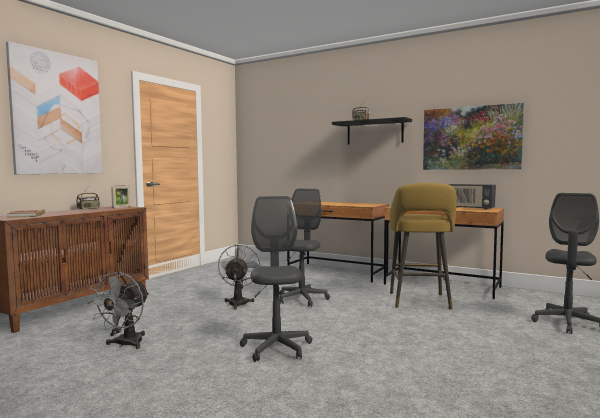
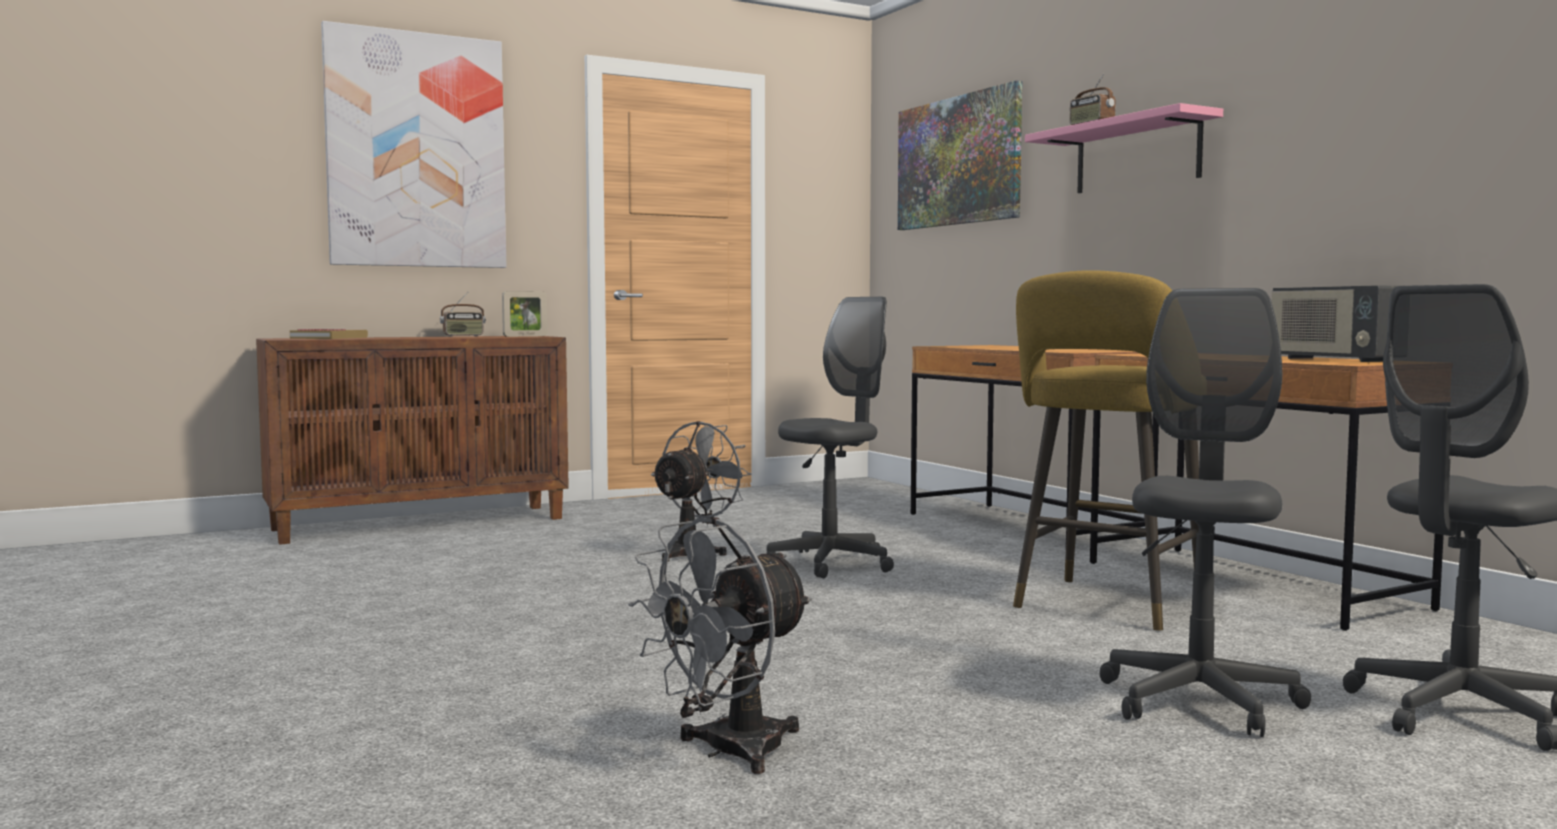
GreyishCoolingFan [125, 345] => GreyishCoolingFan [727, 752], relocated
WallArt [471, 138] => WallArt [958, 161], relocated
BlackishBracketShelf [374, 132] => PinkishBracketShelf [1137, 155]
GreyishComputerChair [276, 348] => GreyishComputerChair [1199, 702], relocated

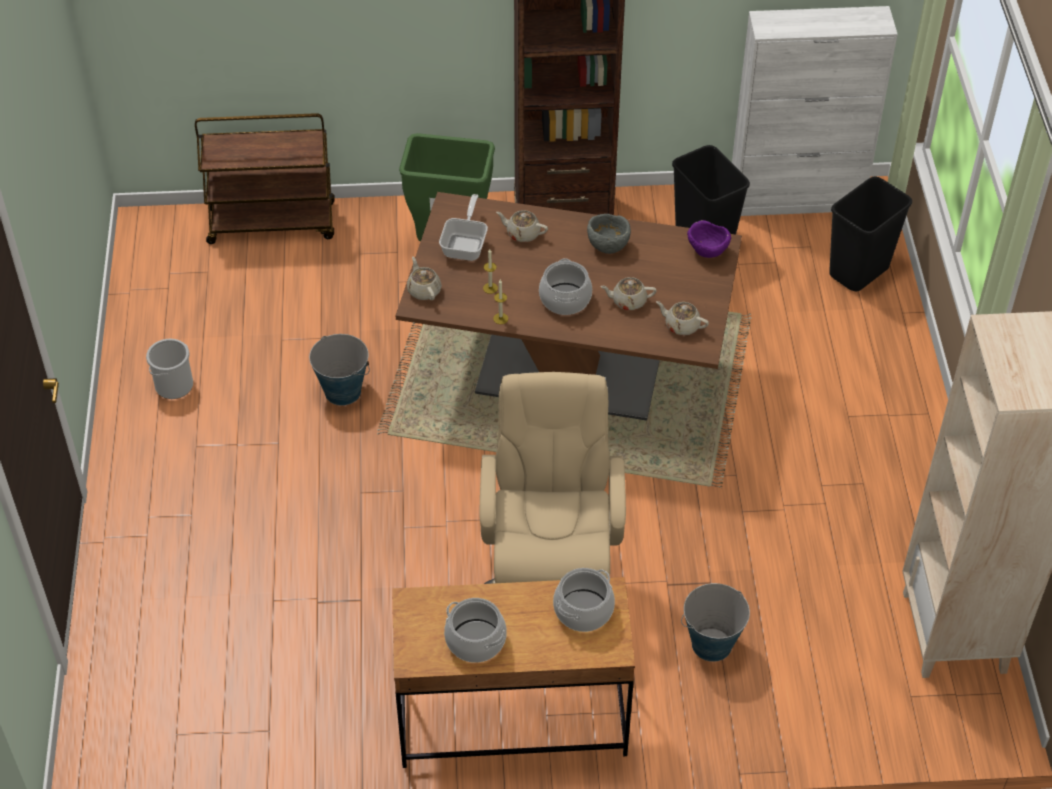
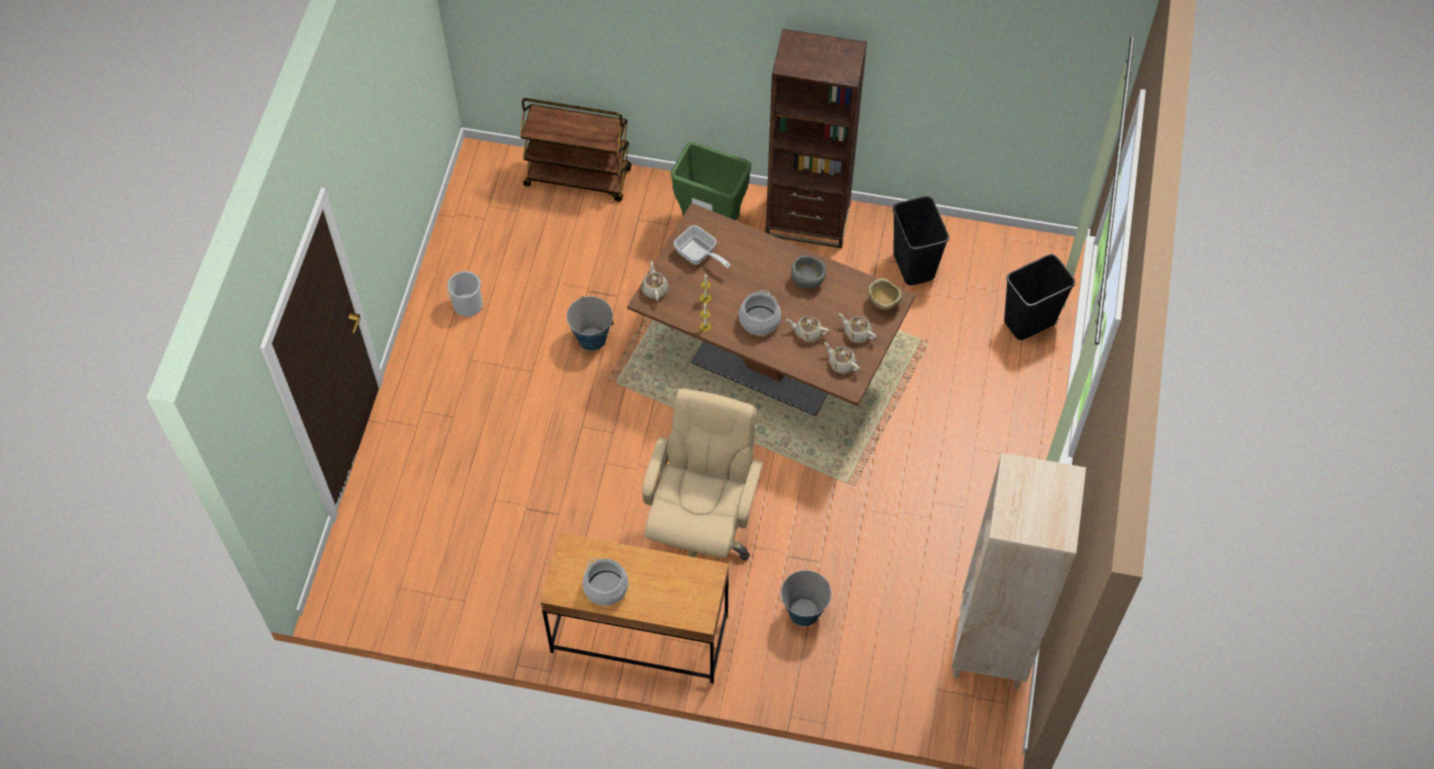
Skillet [466, 244] => Skillet [699, 255], 105 degrees clockwise
SandColouredTeaPot [522, 233] => SandColouredTeaPot [856, 333], relocated
PurpleColouredBowl [707, 252] => SandColouredBowl [883, 303]
Saucepot [583, 611] => nothing
WhitishCabinet [796, 199] => nothing

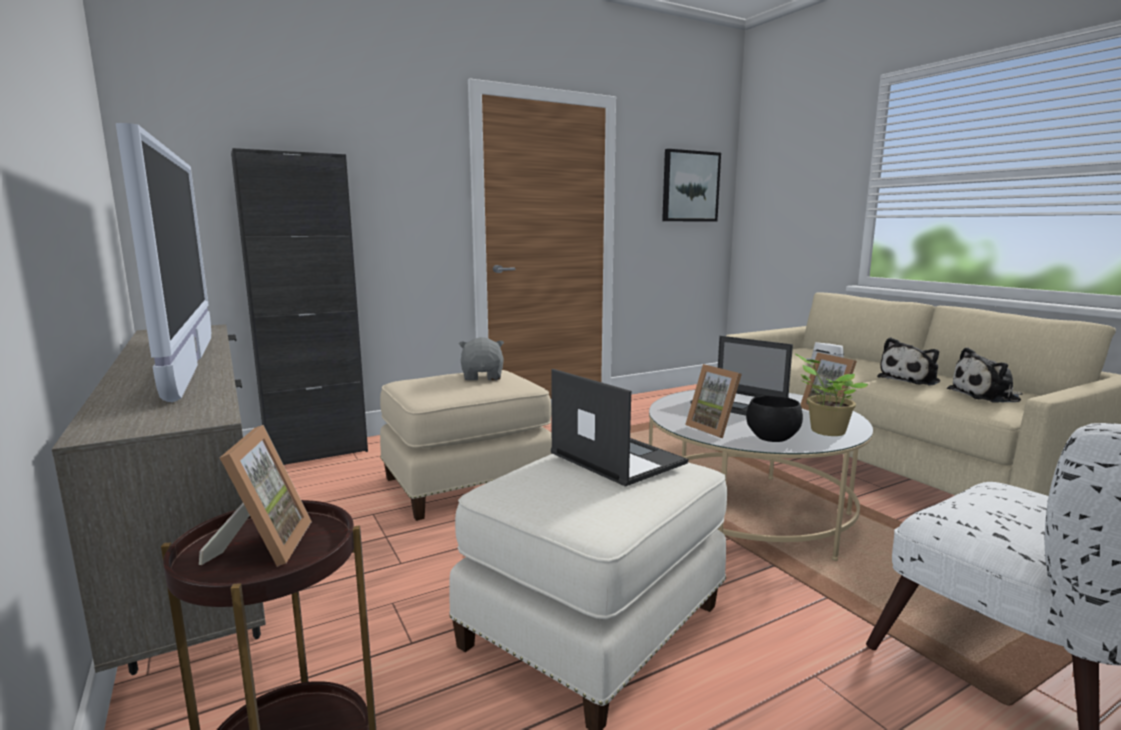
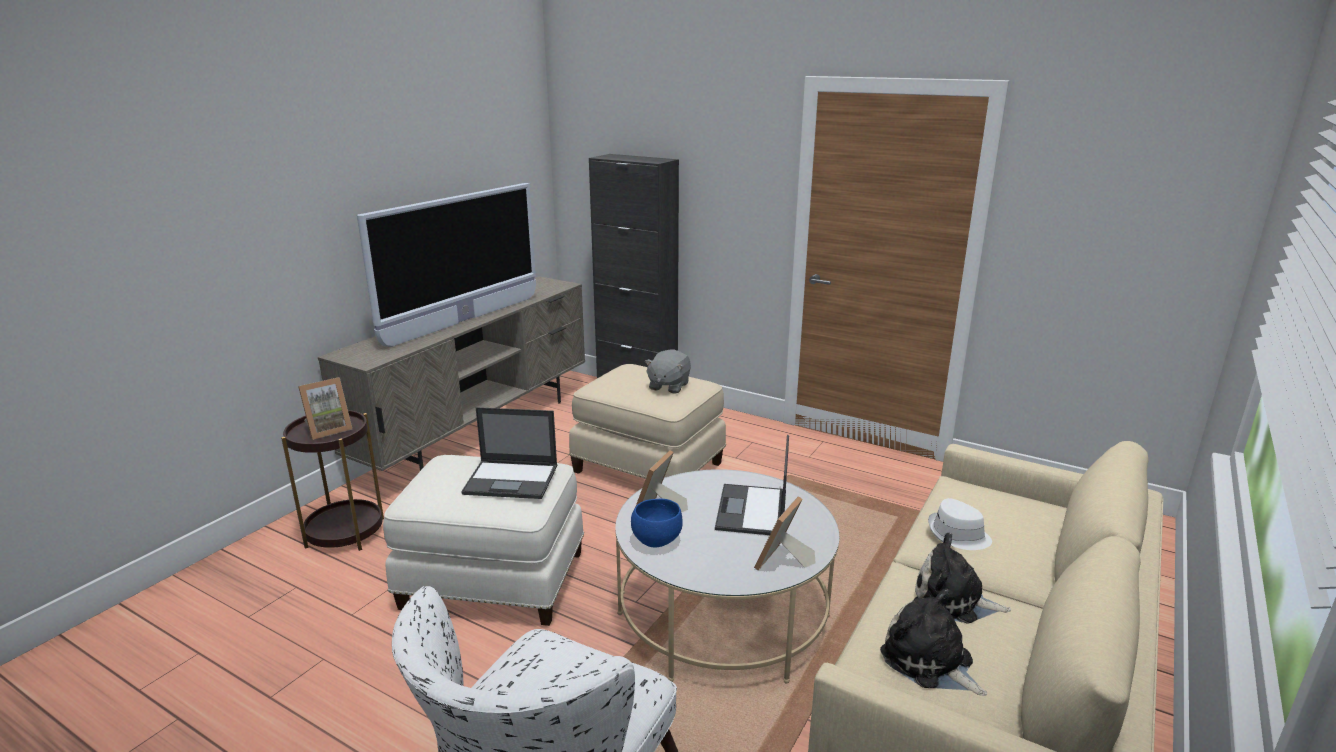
NotebookComputer [615, 457] => NotebookComputer [512, 480], 75 degrees clockwise
BlackishBowl [770, 438] => BlueBowl [656, 540]
GreyishCuddlyToy [483, 377] => GreyishCuddlyToy [668, 386], 150 degrees clockwise
WallArt [690, 186] => nothing
PlantInAPot [824, 431] => nothing

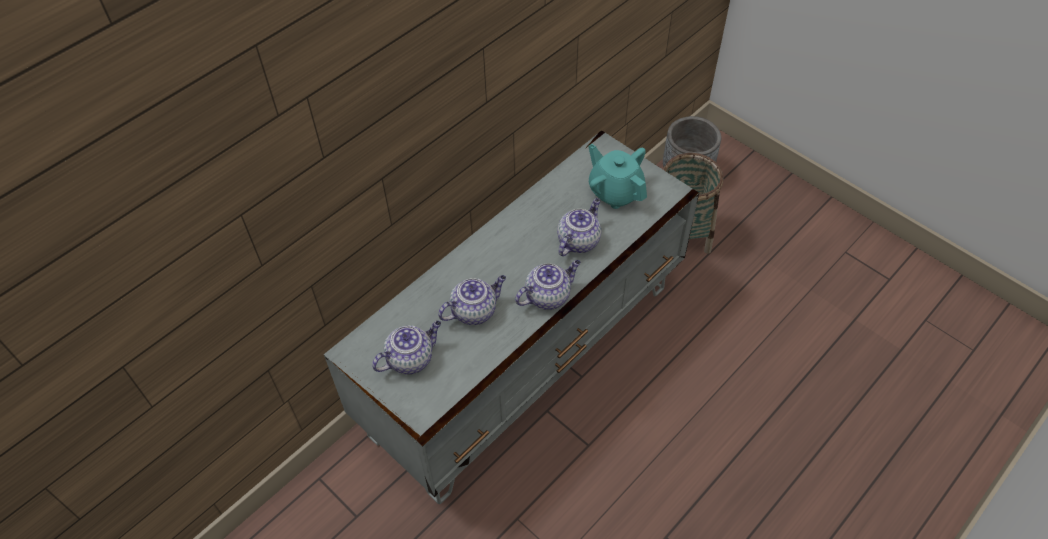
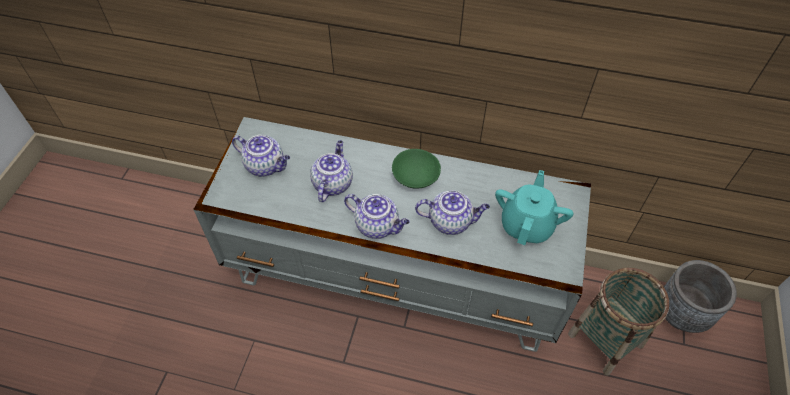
TeaPot [474, 310] => TeaPot [332, 183], 105 degrees counterclockwise
nothing => GreenColouredBowl [416, 175]

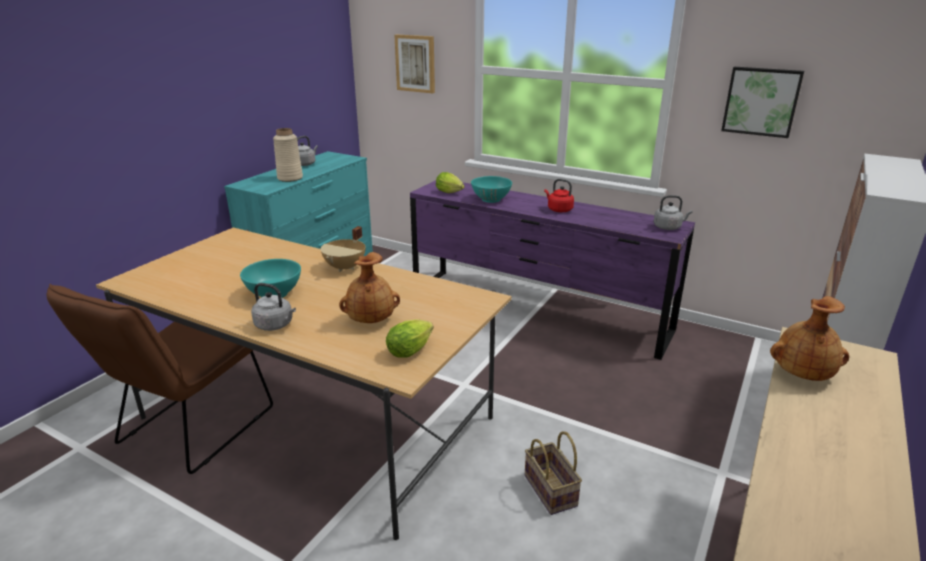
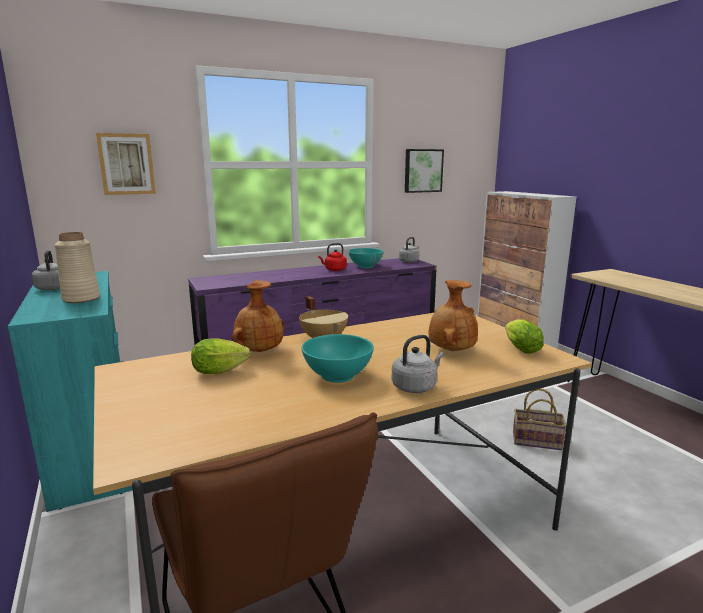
HeadOfLettuce [450, 193] => HeadOfLettuce [222, 371], relocated
BrownColouredFlowerVase [801, 374] => BrownColouredFlowerVase [259, 351], relocated
TurquoiseBowl [491, 199] => TurquoiseBowl [365, 266], relocated

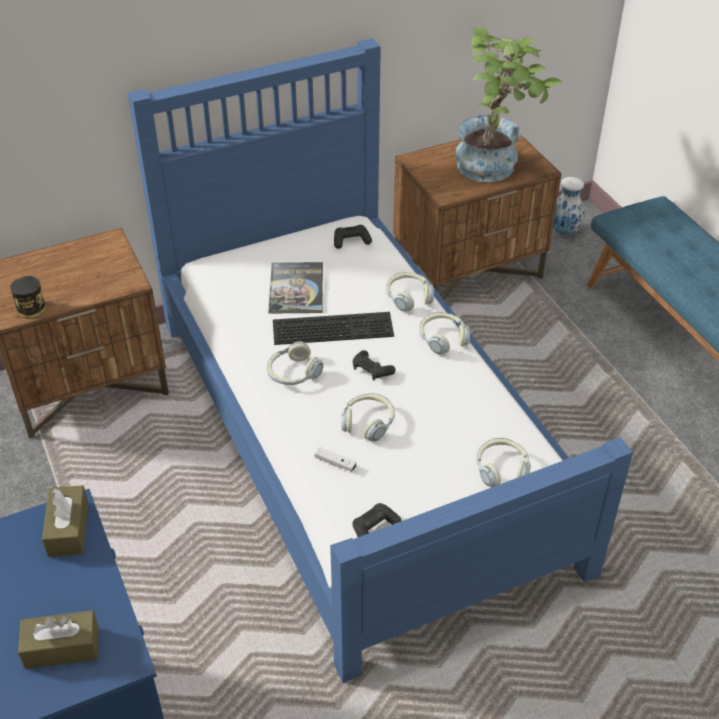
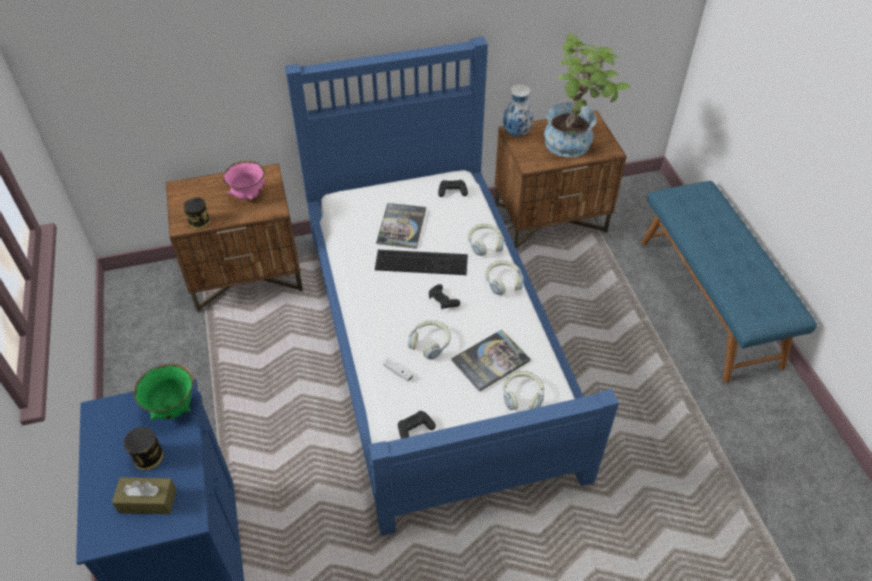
nothing => SealedCan [148, 457]
BrownColouredTissueBox [68, 529] => GreenColouredBowl [173, 409]
nothing => PinkishBowl [249, 195]
nothing => Book [490, 361]
FlowerVase [565, 231] => FlowerVase [517, 133], relocated
Headphones [293, 373] => nothing

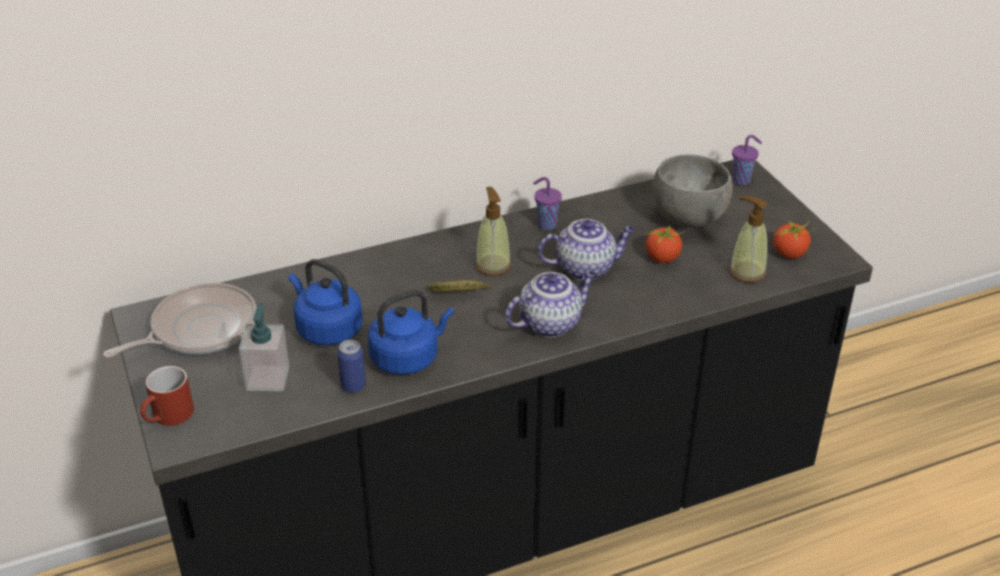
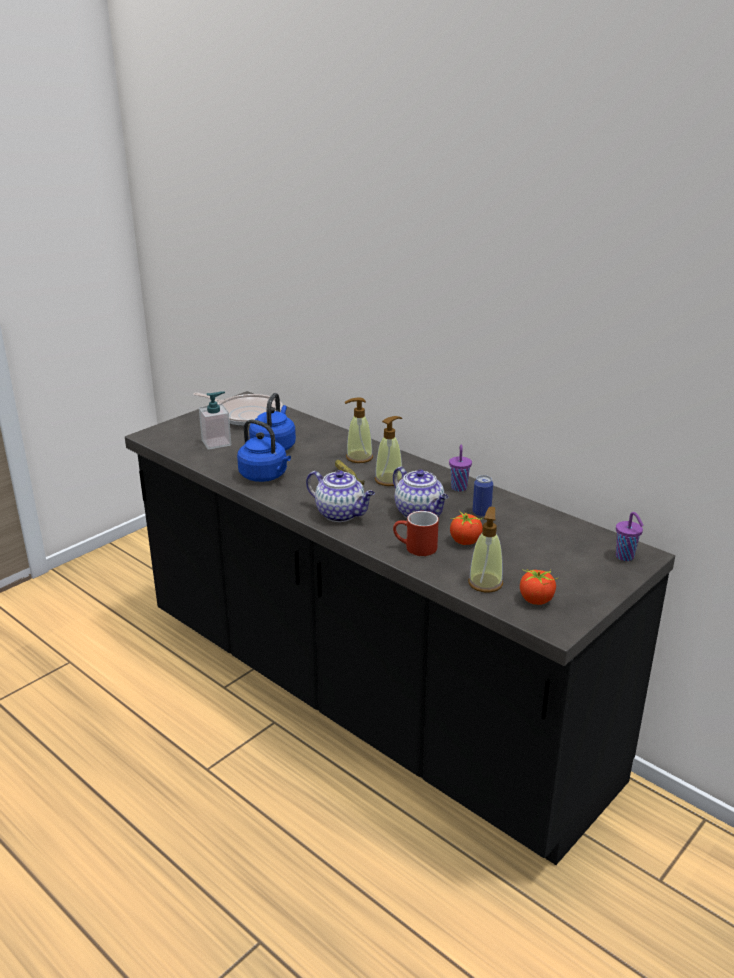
nothing => SoapBottle [359, 457]
RedColouredTeaMug [169, 418] => RedColouredTeaMug [415, 548], relocated
SealedCan [353, 386] => SealedCan [481, 512], relocated
GreyishBowl [689, 219] => nothing

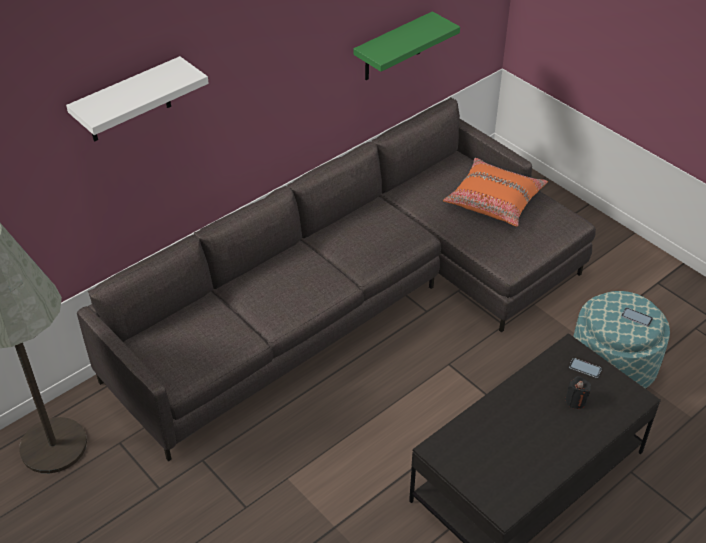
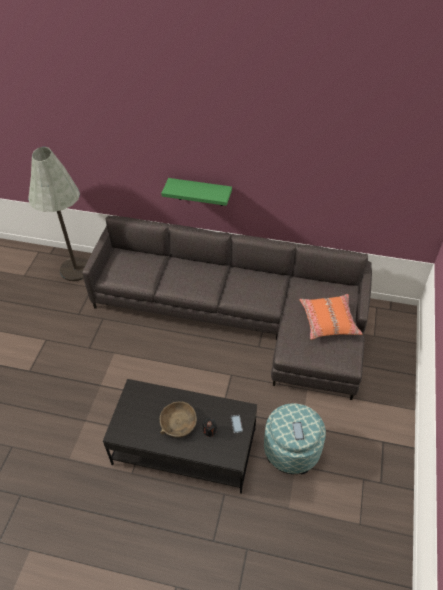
nothing => BrownColouredBowl [178, 423]
GreenColouredBracketShelf [393, 47] => GreenColouredBracketShelf [200, 192], relocated
WhitishBracketShelf [128, 101] => nothing

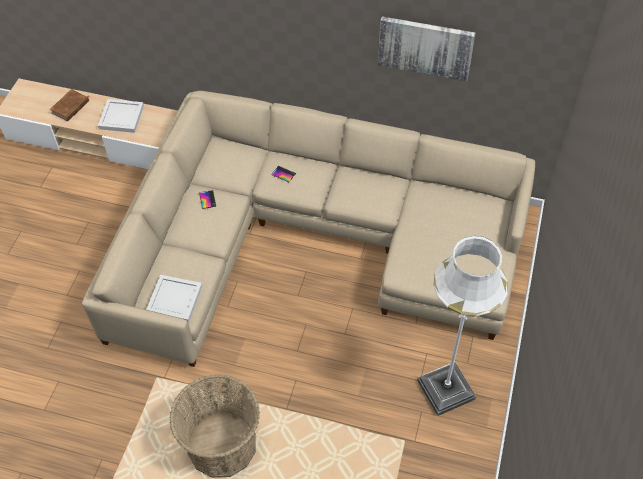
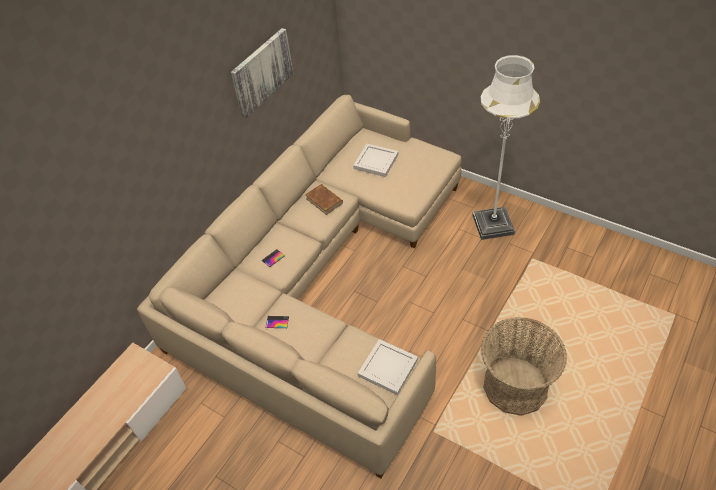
BrownColouredBook [70, 107] => BrownColouredBook [324, 201], relocated
WhitishServingTray [122, 117] => WhitishServingTray [375, 161], relocated

